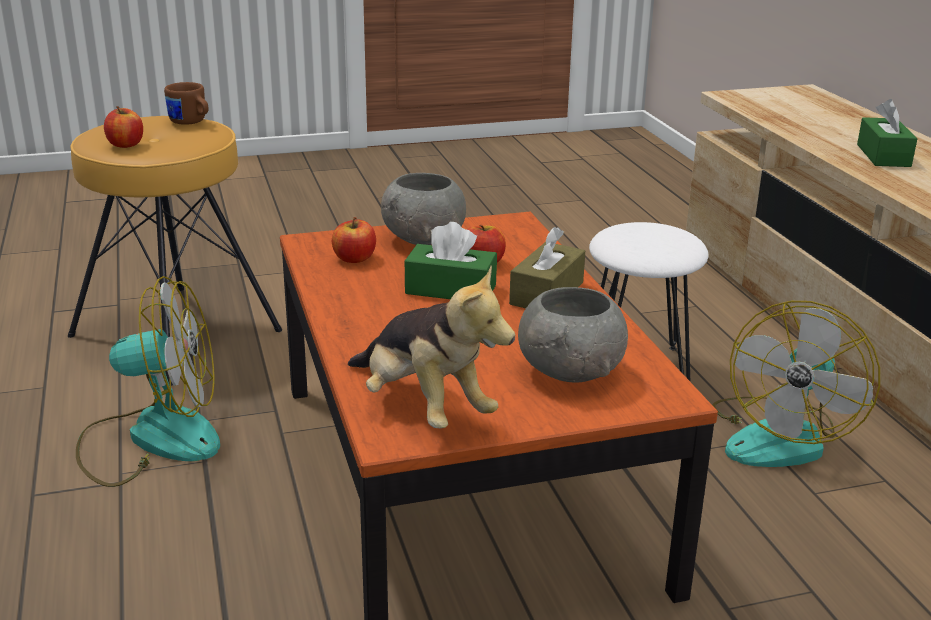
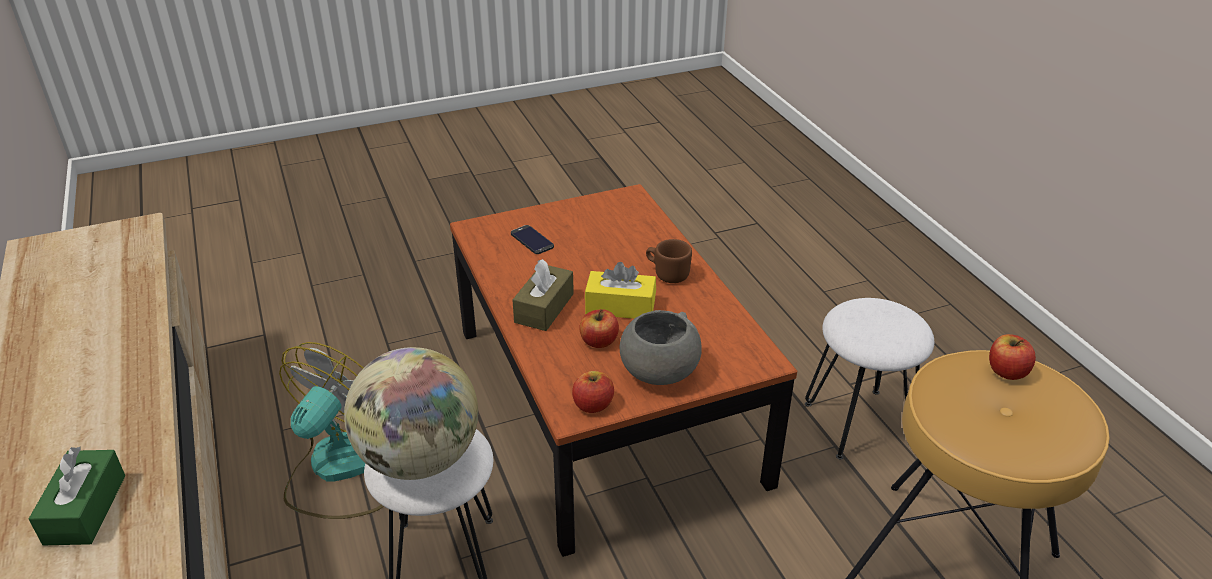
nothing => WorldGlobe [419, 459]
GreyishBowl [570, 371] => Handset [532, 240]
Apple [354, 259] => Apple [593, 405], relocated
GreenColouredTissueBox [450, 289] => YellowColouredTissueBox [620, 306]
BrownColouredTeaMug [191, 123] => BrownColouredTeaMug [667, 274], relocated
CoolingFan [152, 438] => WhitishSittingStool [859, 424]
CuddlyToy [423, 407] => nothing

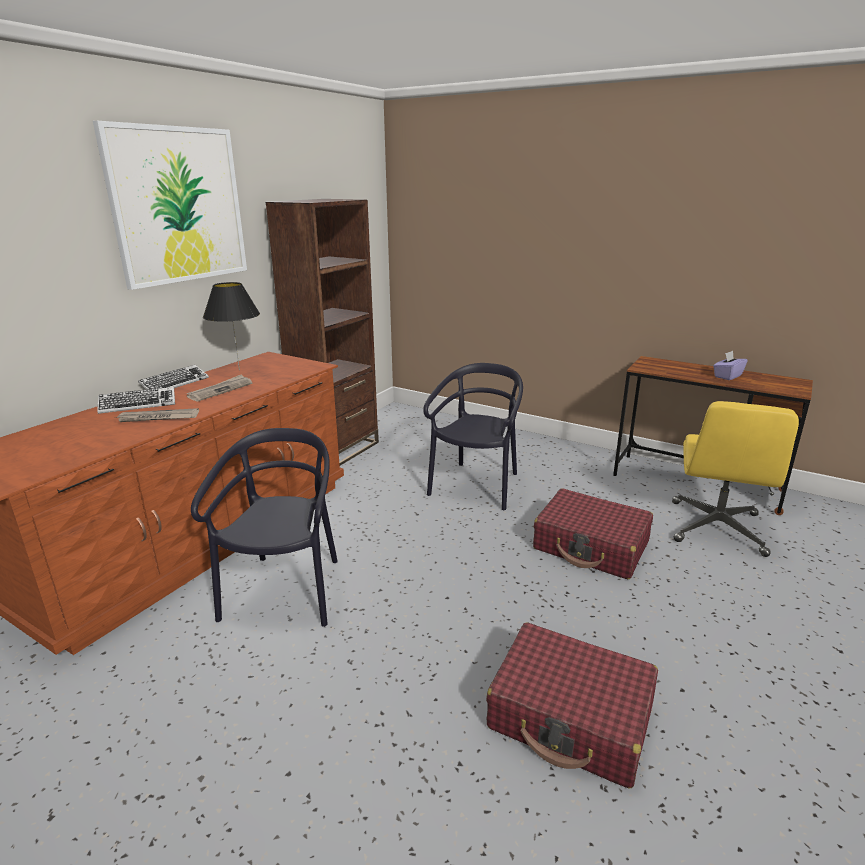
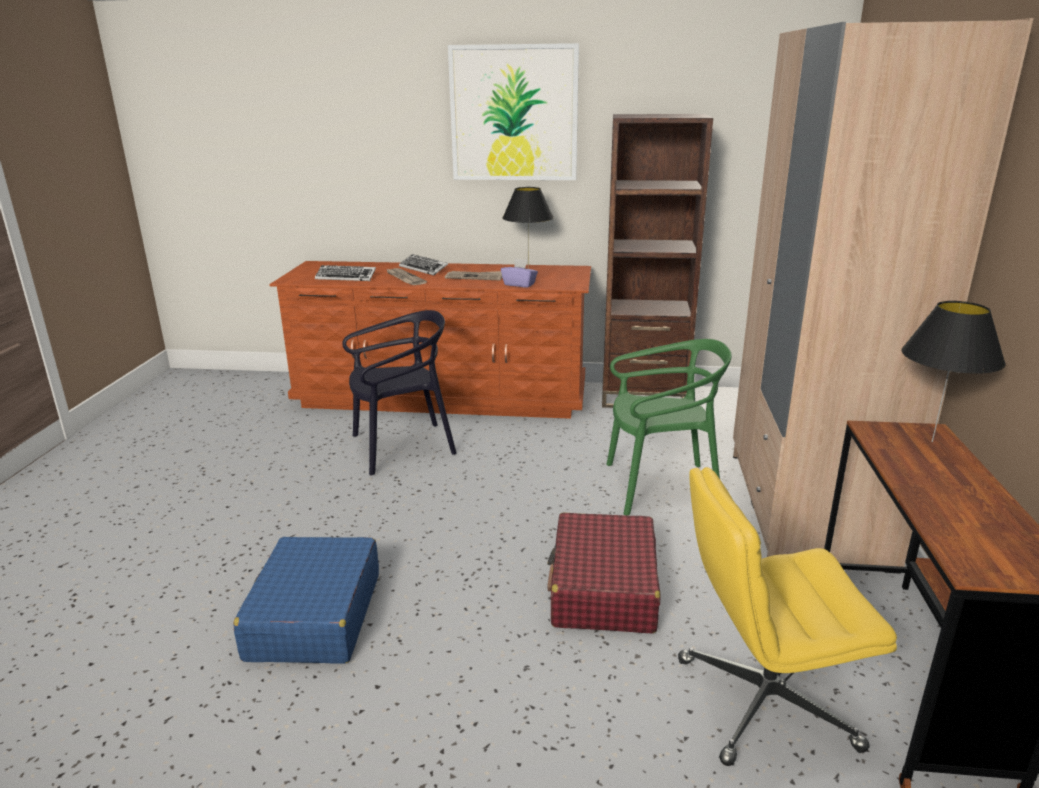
RedColouredTravelCase [571, 717] => BlueTravelCase [314, 616]
Keyboard [175, 383] => Keyboard [345, 277], relocated
PurpleColouredTissueBox [727, 376] => PurpleColouredTissueBox [519, 284], relocated
BlackishChair [476, 486] => GreenColouredChair [660, 486]
nothing => SandColouredArmoire [805, 507]
nothing => BlackishTabletopLamp [931, 442]

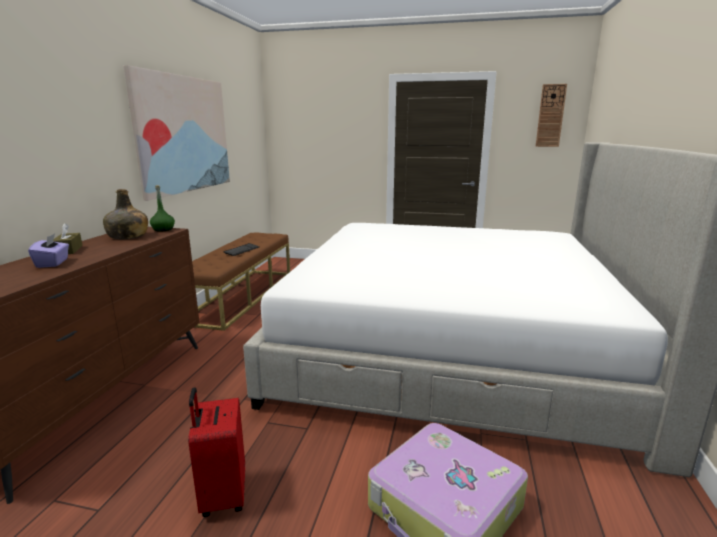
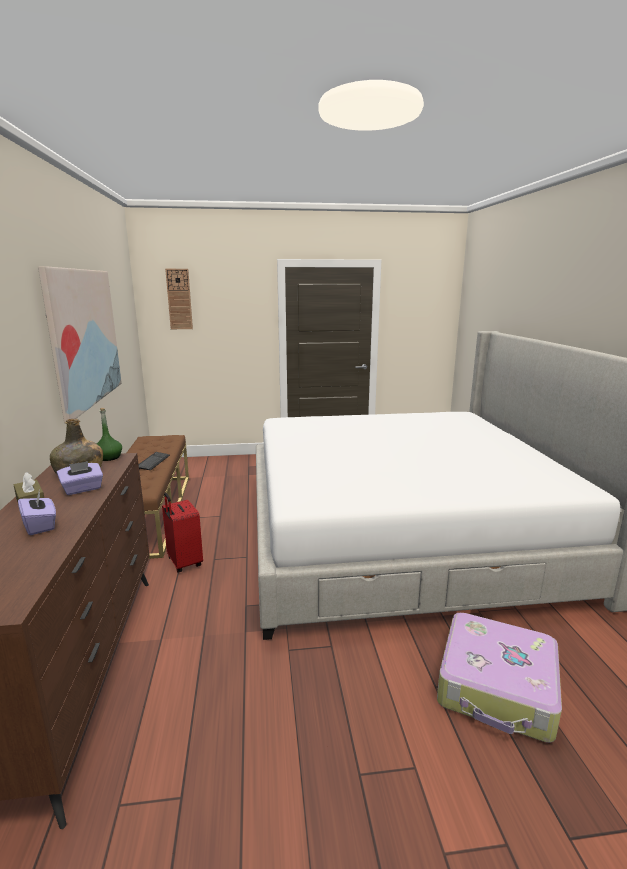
nothing => PurpleColouredTissueBox [82, 489]
RedColouredTravelCase [222, 496] => RedColouredTravelCase [183, 563], relocated
ClockOnTheWall [550, 116] => ClockOnTheWall [179, 299], relocated

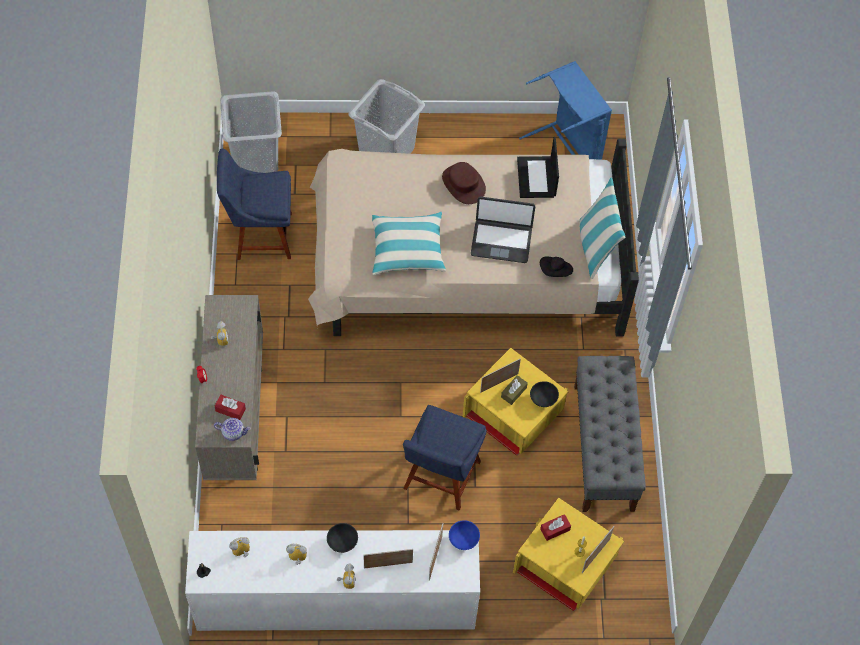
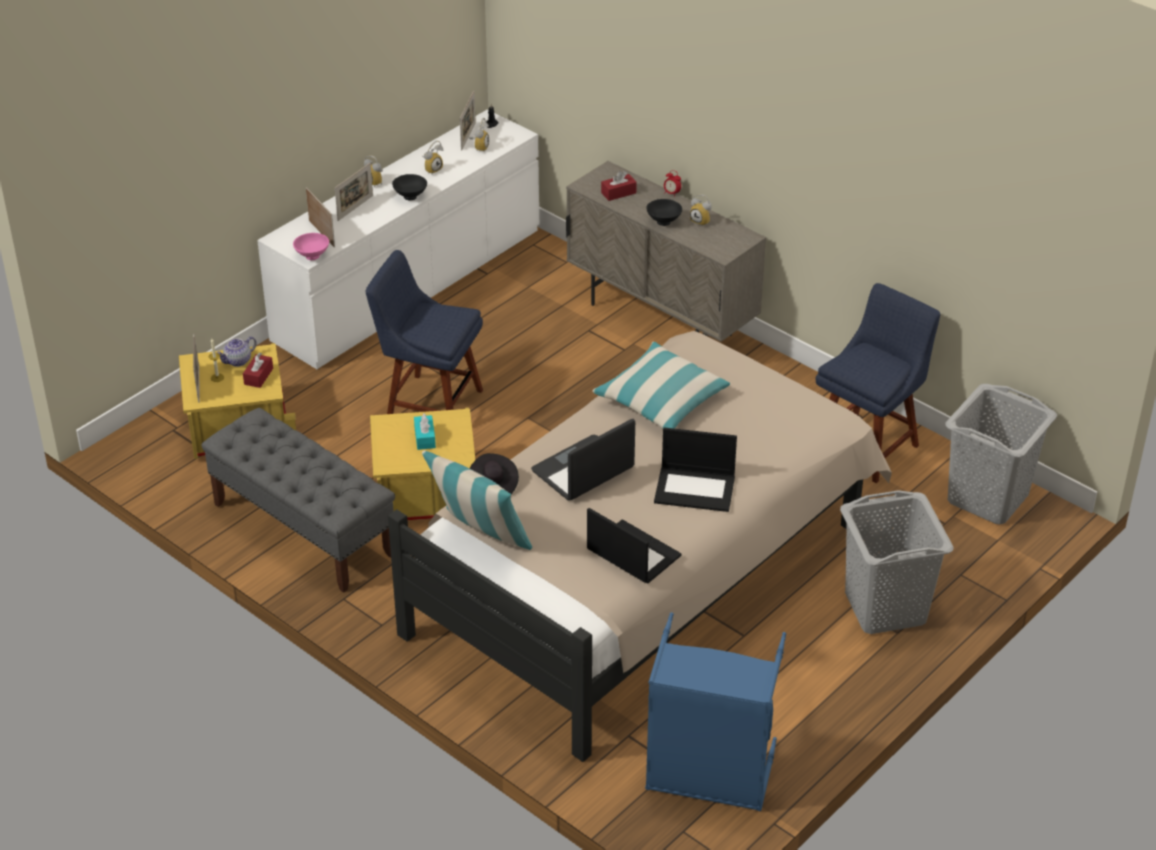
TeaPot [233, 432] => TeaPot [238, 361], relocated
BlueBowl [464, 540] => PinkishBowl [311, 256]
BlueChair [440, 478] => BlueChair [429, 403], 45 degrees counterclockwise
BrownColouredTissueBox [513, 392] => TurquoiseTissueBox [425, 438]
PhotoFrame [499, 383] => PhotoFrame [468, 136], relocated
BlackishBowl [543, 400] => BlackishBowl [663, 221], relocated
BrownColouredClothingHat [463, 184] => NotebookComputer [695, 489]

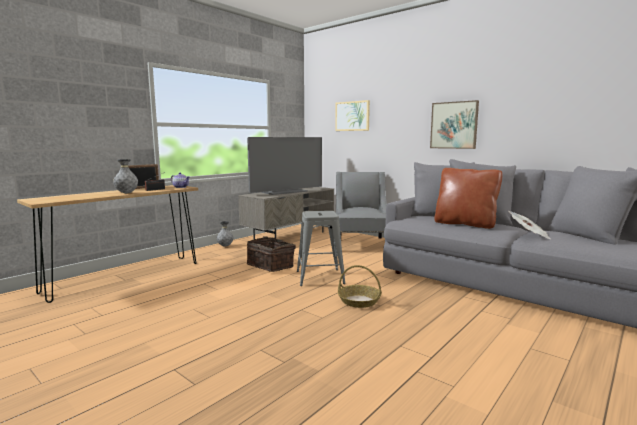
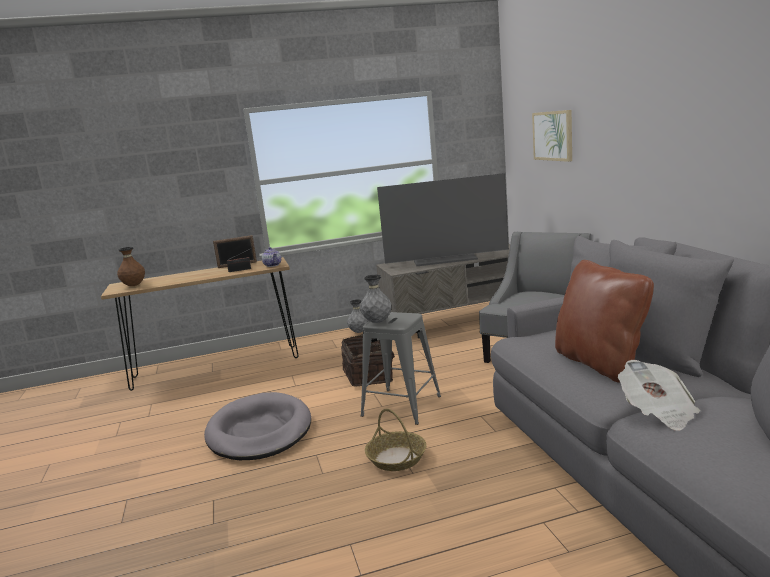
nothing => BrownColouredFlowerVase [134, 285]
nothing => GreyishPetBed [259, 431]
GreyishFlowerVase [126, 193] => GreyishFlowerVase [377, 322], relocated
WallArt [454, 125] => nothing

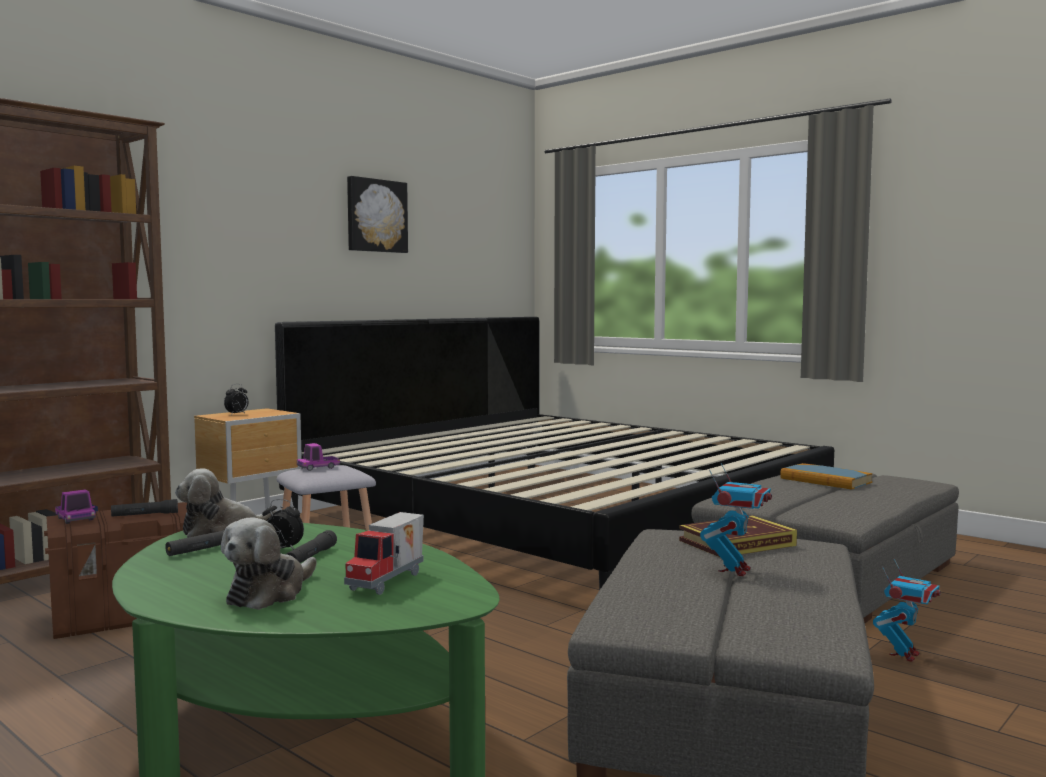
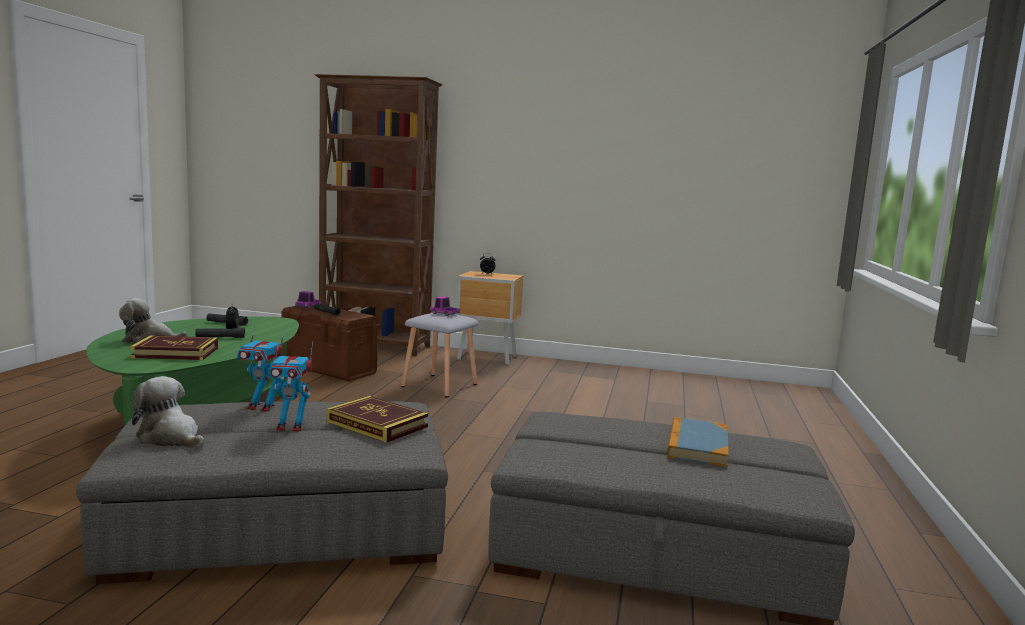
ModelTruck [389, 582] => Book [175, 353]
CuddlyToy [221, 530] => CuddlyToy [170, 438], relocated
RobotFigure [904, 654] => RobotFigure [262, 407], relocated
BedroomBed [556, 518] => nothing
WallArt [376, 216] => nothing

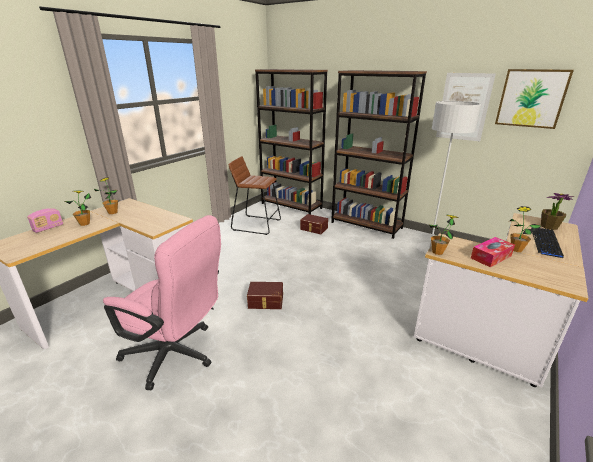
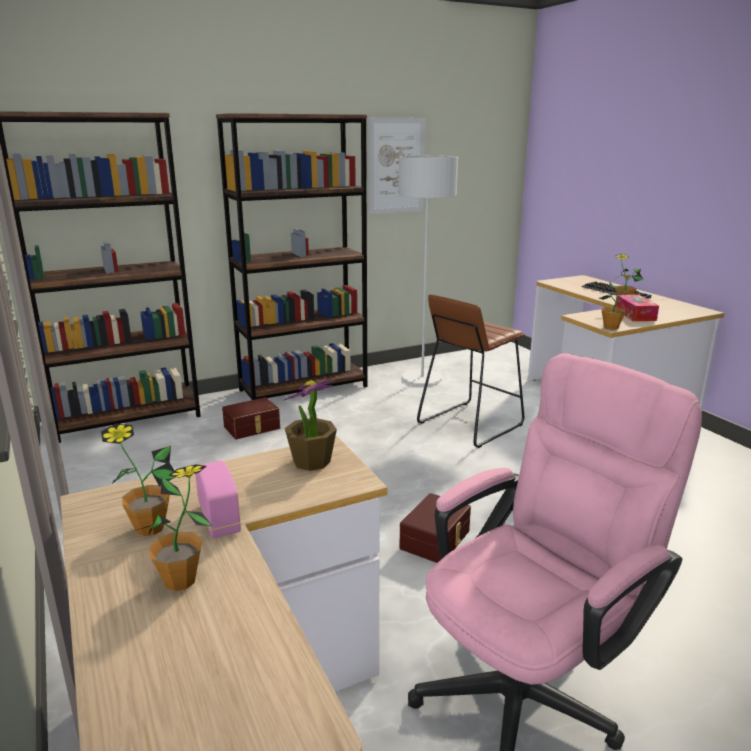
Radio [48, 228] => Radio [219, 519], relocated
PlantInAPot [549, 226] => PlantInAPot [311, 462], relocated
BrownColouredSittingStool [256, 224] => BrownColouredSittingStool [470, 423], relocated
WallArt [531, 98] => nothing

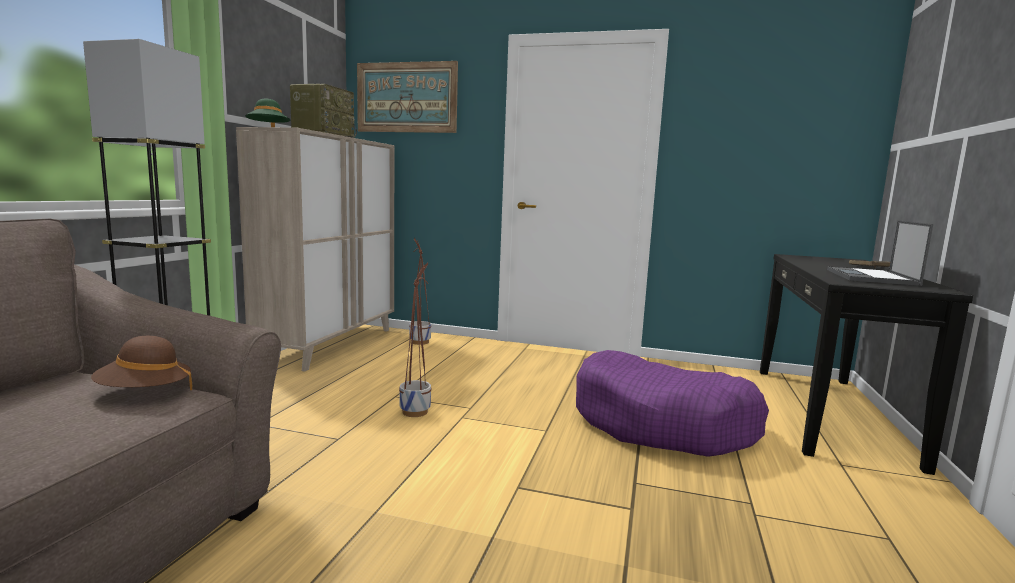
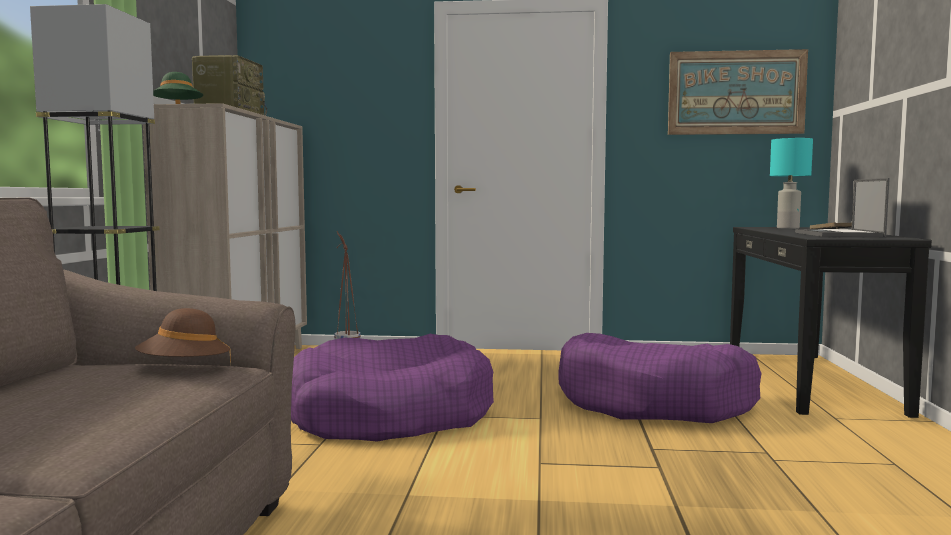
Planter [415, 411] => PurpleColouredPetBed [388, 415]
WallArt [406, 97] => WallArt [736, 93], relocated
nothing => TurquoiseTabletopLamp [787, 228]

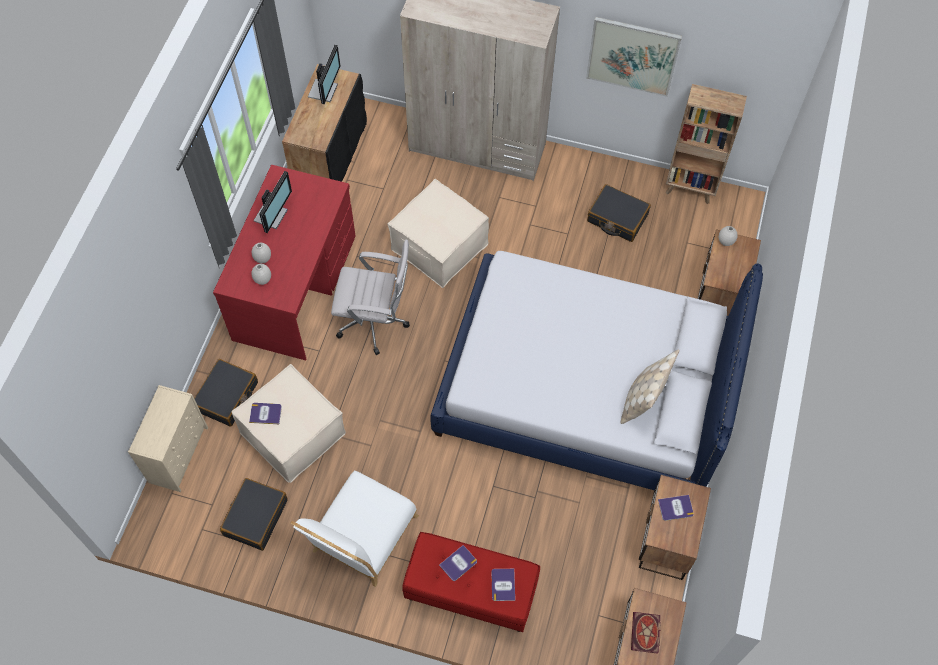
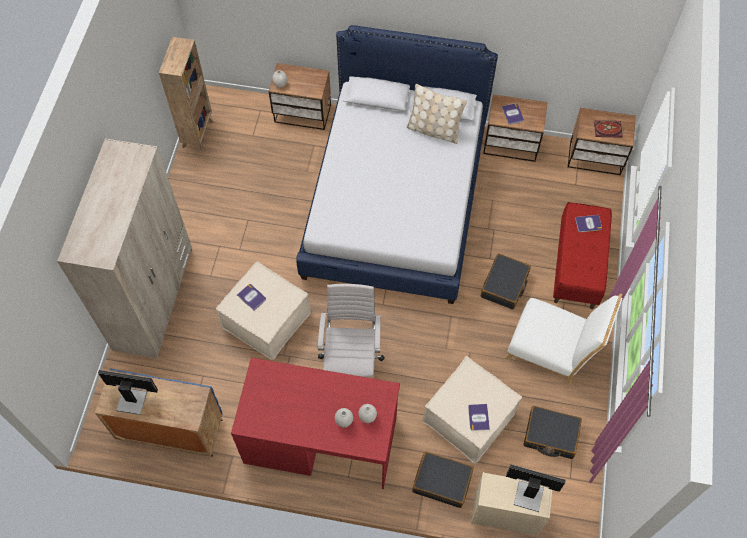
BlackishCabinet [331, 161] => BlueCabinet [170, 429]
Book [458, 563] => Book [252, 297], relocated
BlackishTravelCase [617, 218] => BlackishTravelCase [504, 285], relocated
ComputerScreen [272, 215] => ComputerScreen [528, 494], relocated
WallArt [632, 56] => nothing

